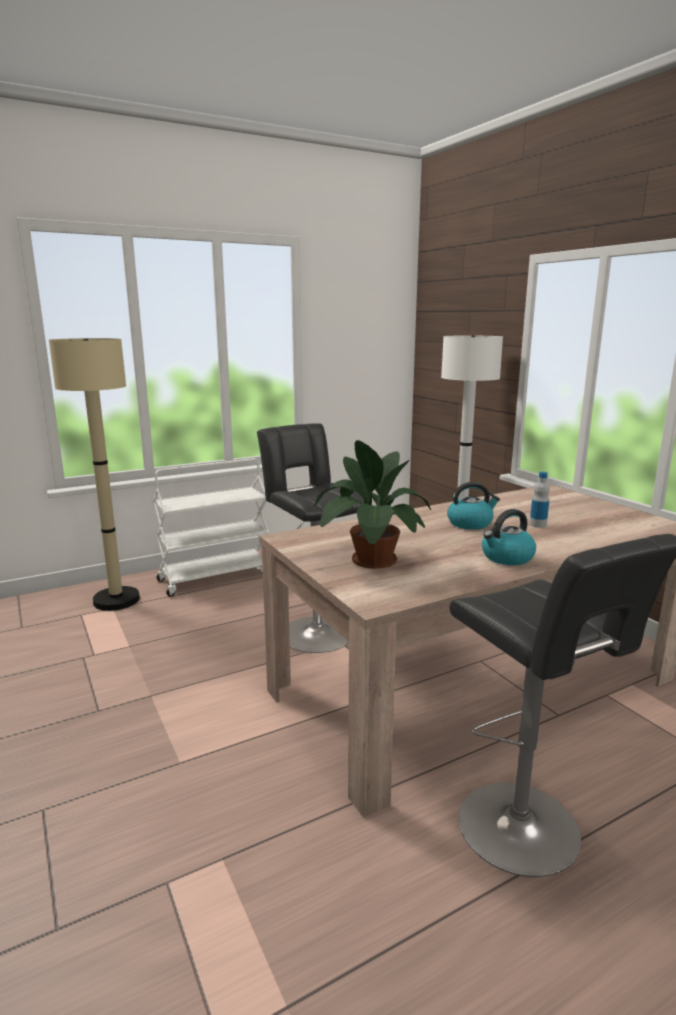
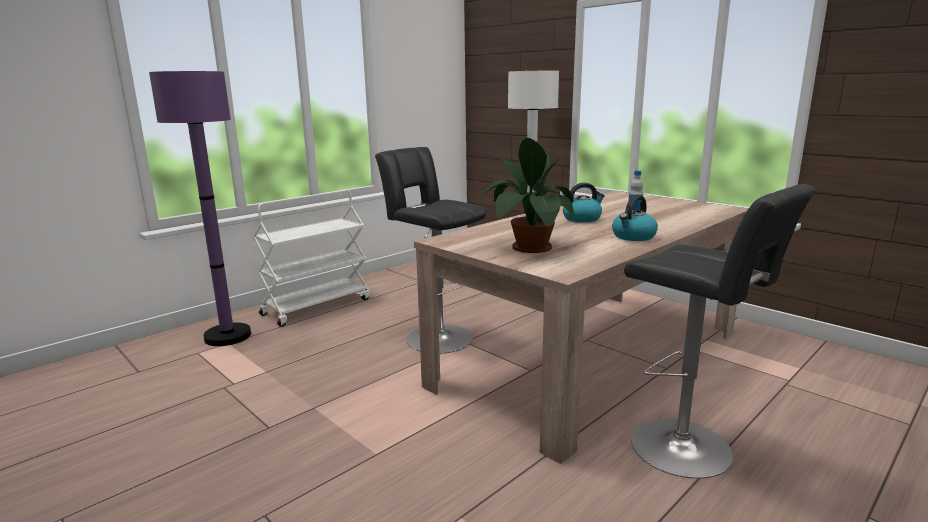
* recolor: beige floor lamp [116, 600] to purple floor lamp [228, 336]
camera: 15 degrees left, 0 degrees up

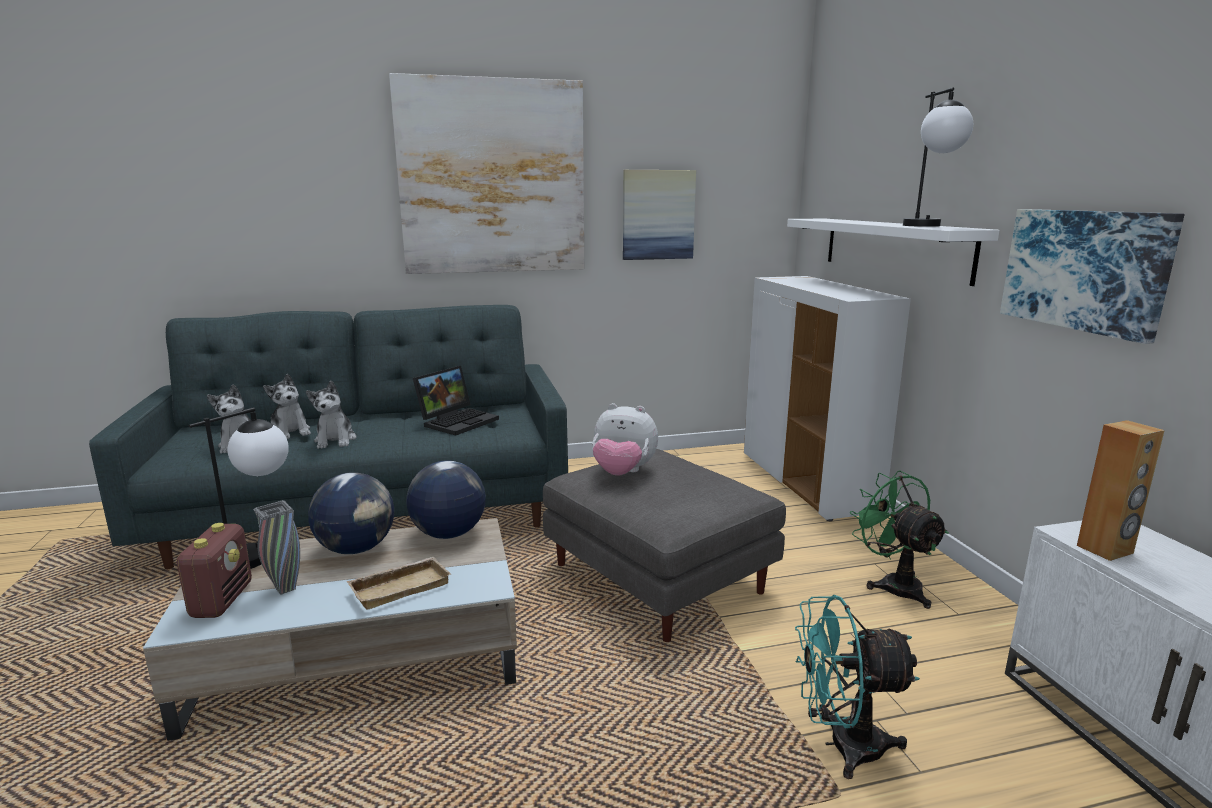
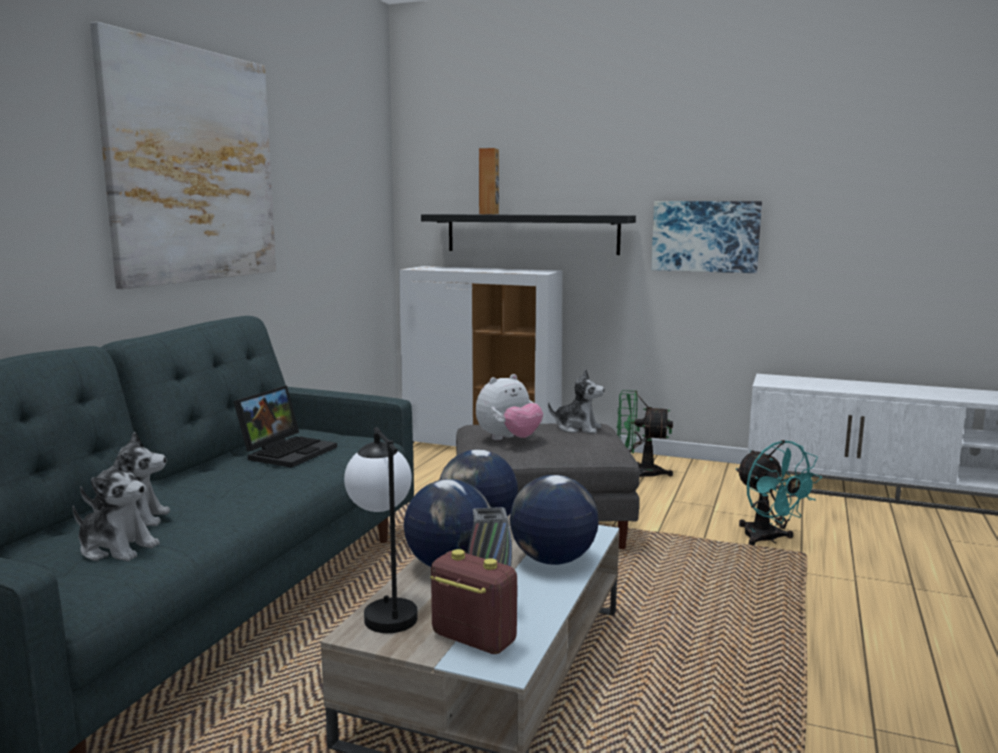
* delete: table lamp [928, 226]
* delete: picture [658, 215]
* recolor: white shelf [893, 247] to black shelf [531, 233]
* rotate: laptop [458, 421] = [288, 451] 45 degrees clockwise
* move: plush toy [335, 440] to [577, 428]
* move: brown speaker [1105, 550] to [489, 214]
* replace: beige tray [400, 587] to globe [552, 560]
* rotate: turquoise fan [841, 745] = [768, 539] 60 degrees counterclockwise
camera: 55 degrees left, 5 degrees down

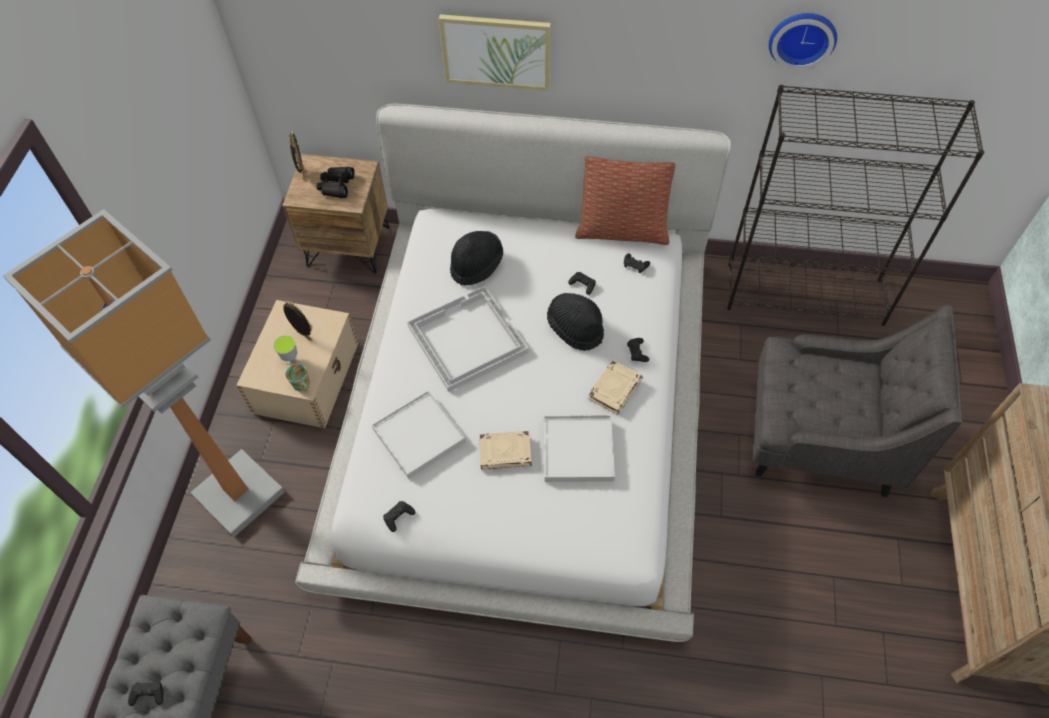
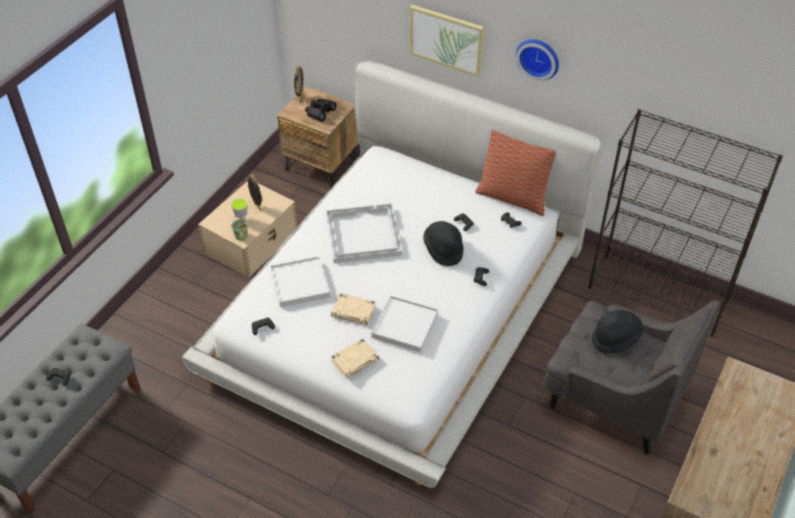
* move: wall clock [802, 37] to [539, 57]
* delete: floor lamp [239, 492]
* move: black hat [476, 265] to [615, 338]
* move: beige book [615, 388] to [355, 360]
camera: 20 degrees right, 10 degrees down

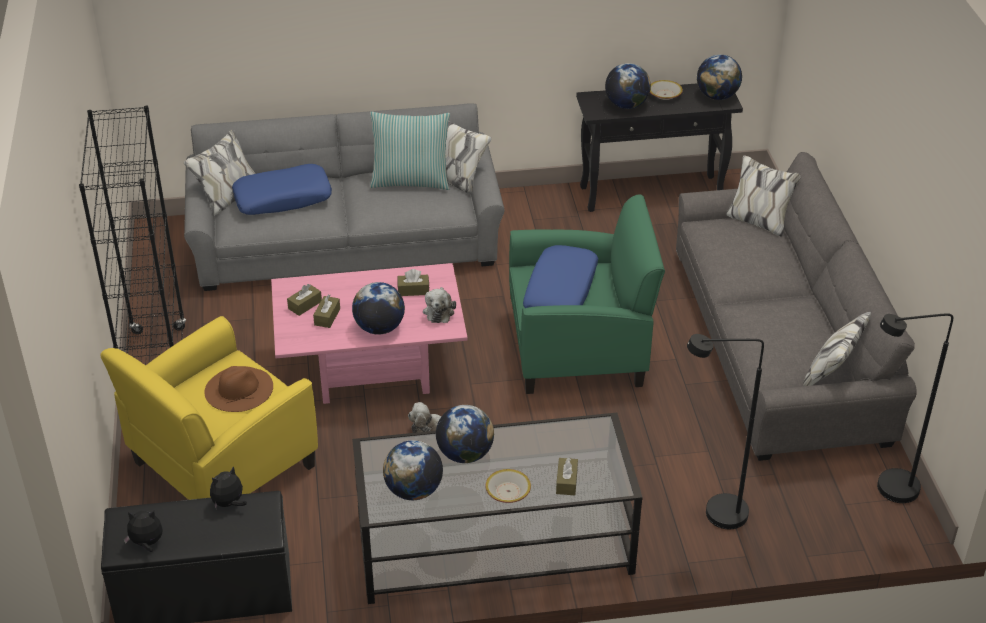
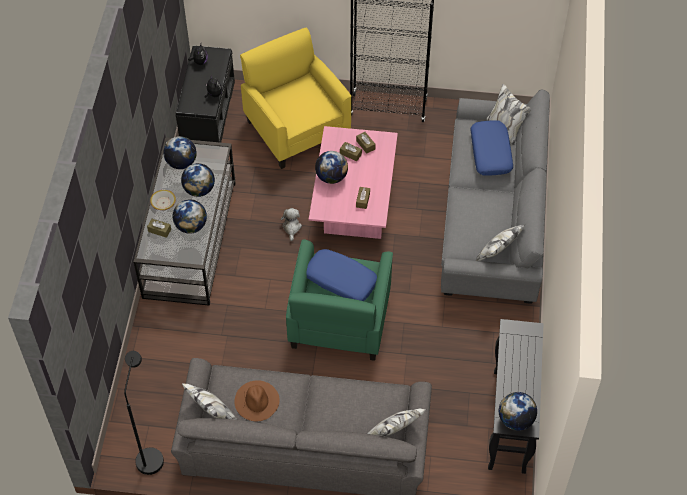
* move: globe [626, 105] to [191, 226]
* delete: bowl [665, 95]
* delete: pillow [410, 181]
* delete: plush toy [439, 311]
* delete: black floor lamp [714, 515]
* move: brown hat [239, 389] to [257, 400]
camera: 105 degrees right, 15 degrees up

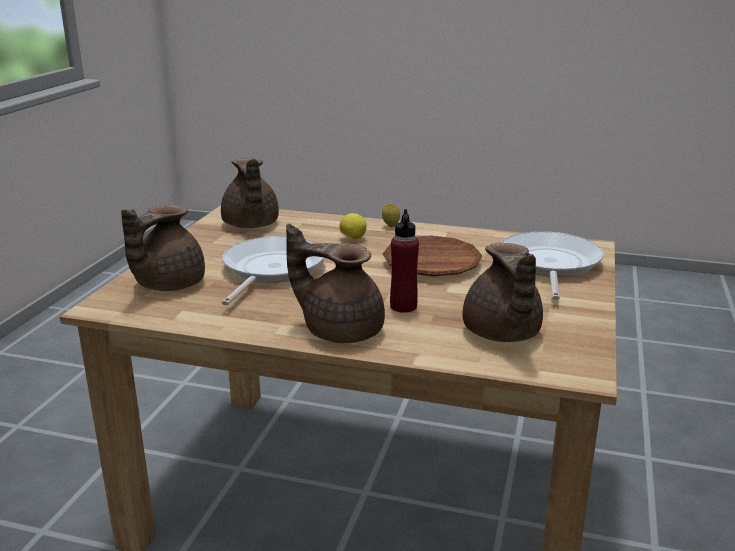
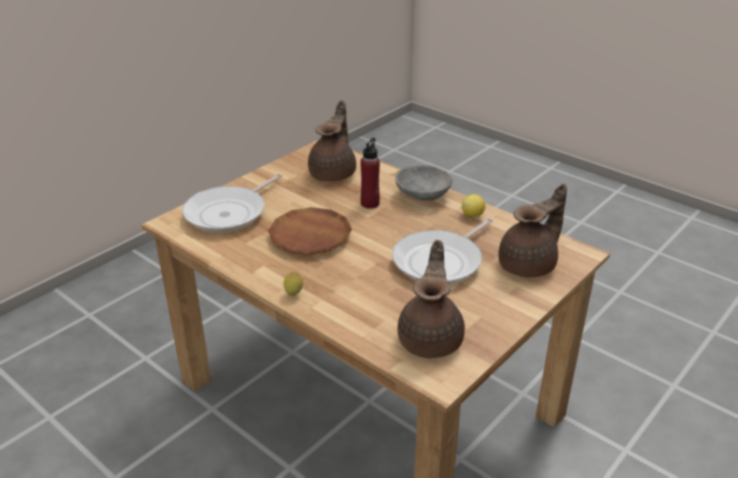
* move: lemon [352, 238] to [472, 215]
* replace: brown teapot [340, 330] to grey bowl [422, 196]
camera: 155 degrees left, 10 degrees up

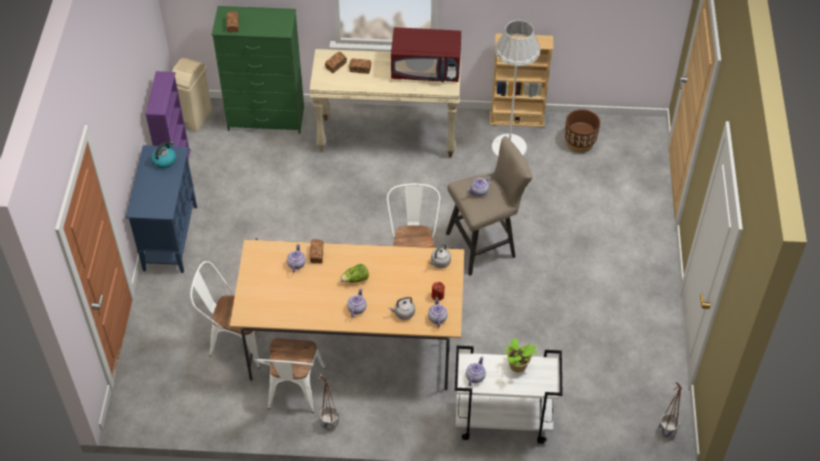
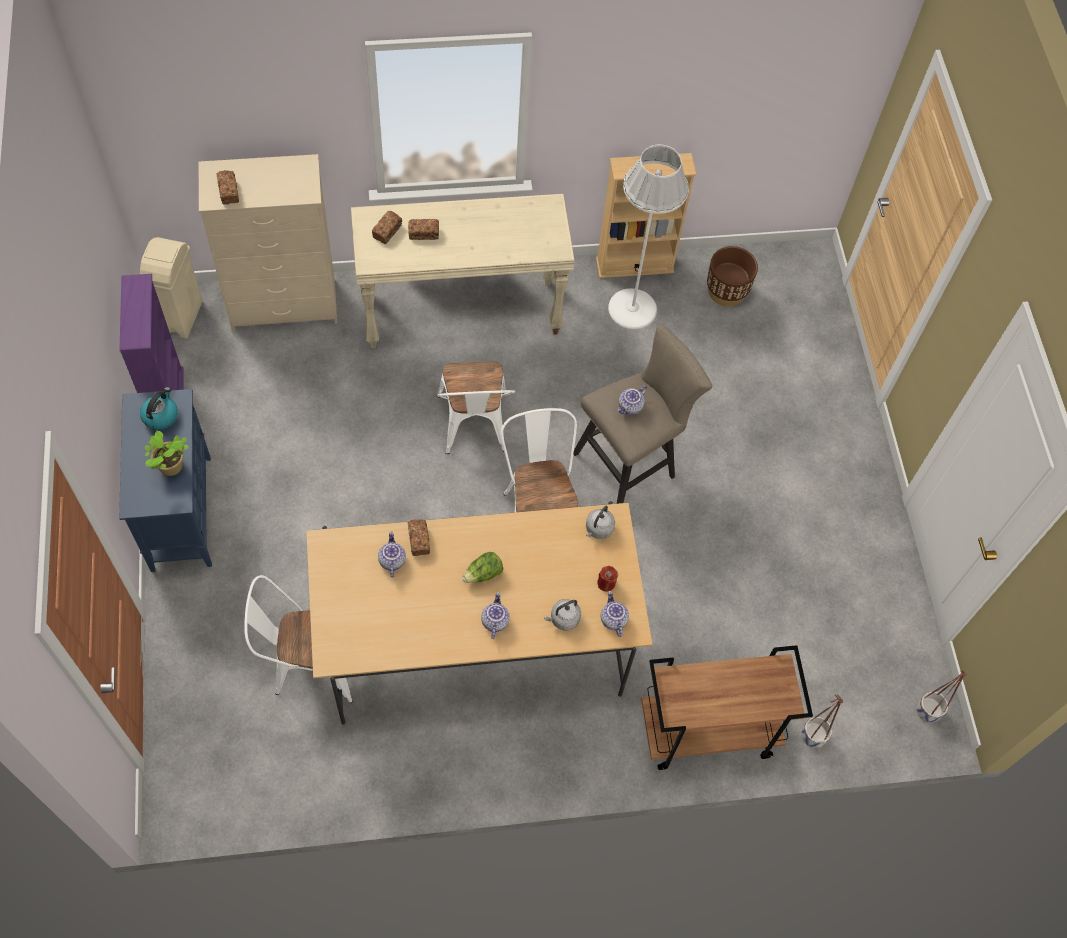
* recolor: green dresser [267, 119] to beige dresser [285, 305]
* delete: red microwave [426, 69]
* move: white chair [293, 392] to [473, 429]
* move: potted plant [517, 367] to [171, 468]
* recolor: white cart [502, 421] to brown cart [706, 732]
* delete: teapot [475, 376]
* move: planter [329, 423] to [813, 737]
camera: 15 degrees left, 10 degrees up

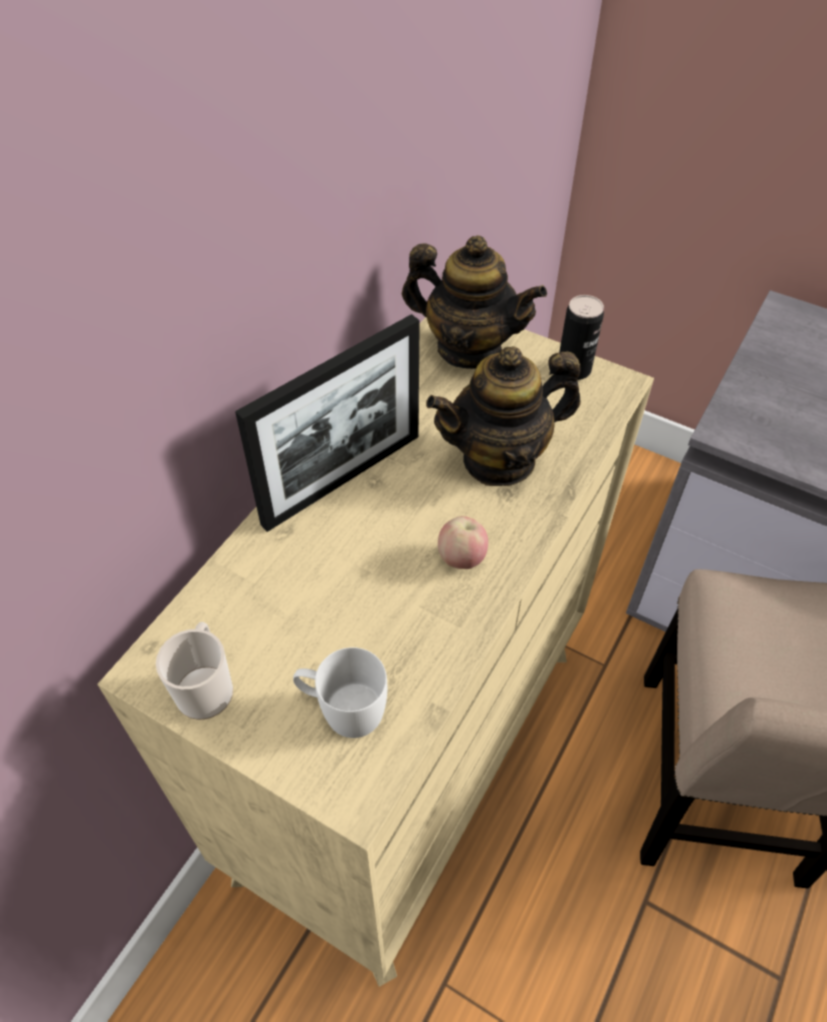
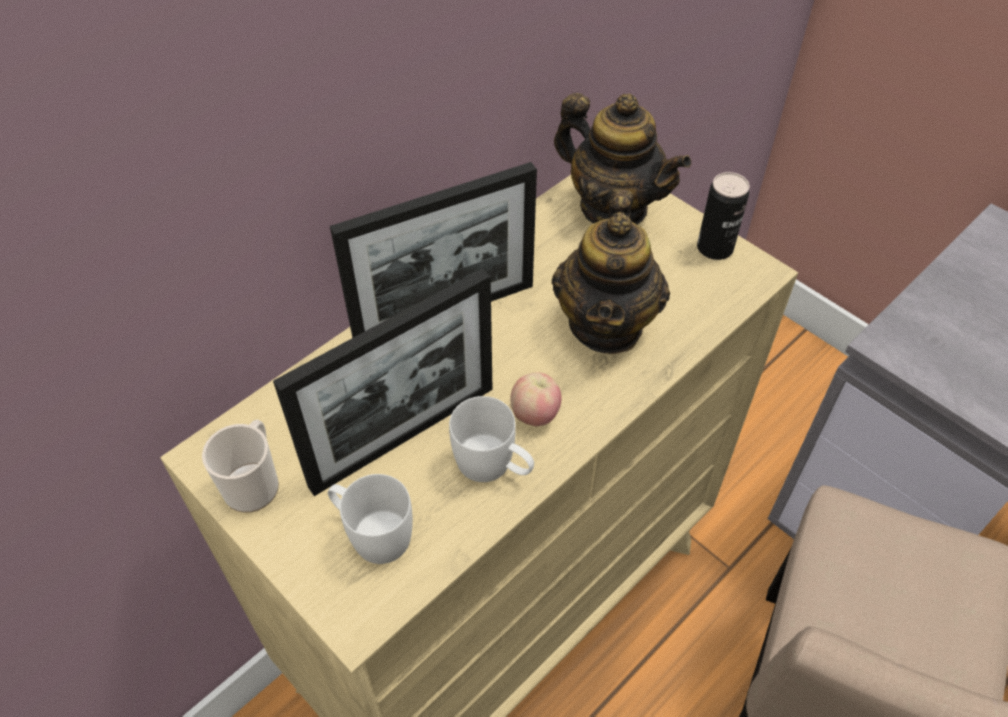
* rotate: teapot [499, 459] = [606, 324] 75 degrees counterclockwise
* insert: picture frame [403, 436]
* insert: white mug [494, 466]
camera: 15 degrees right, 0 degrees up

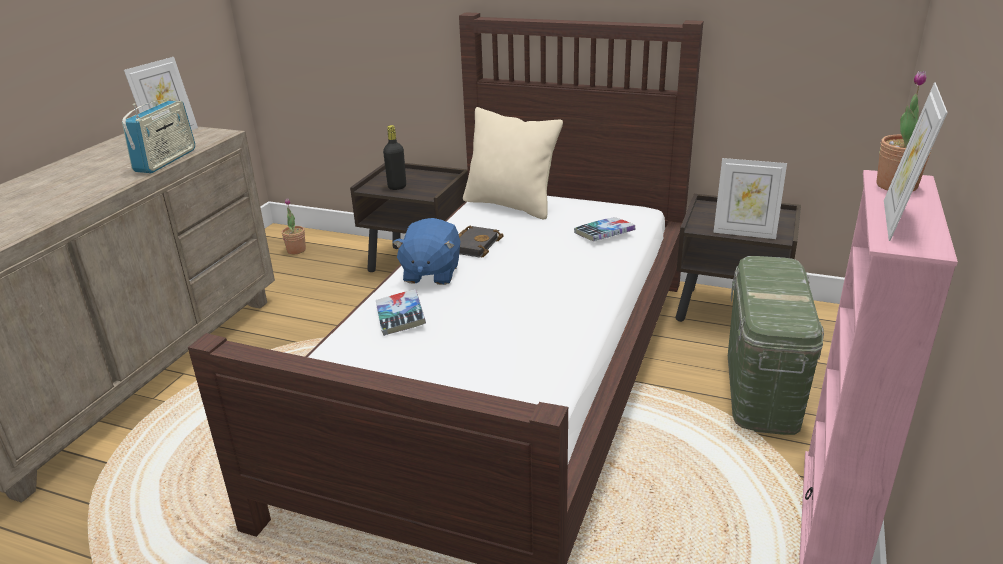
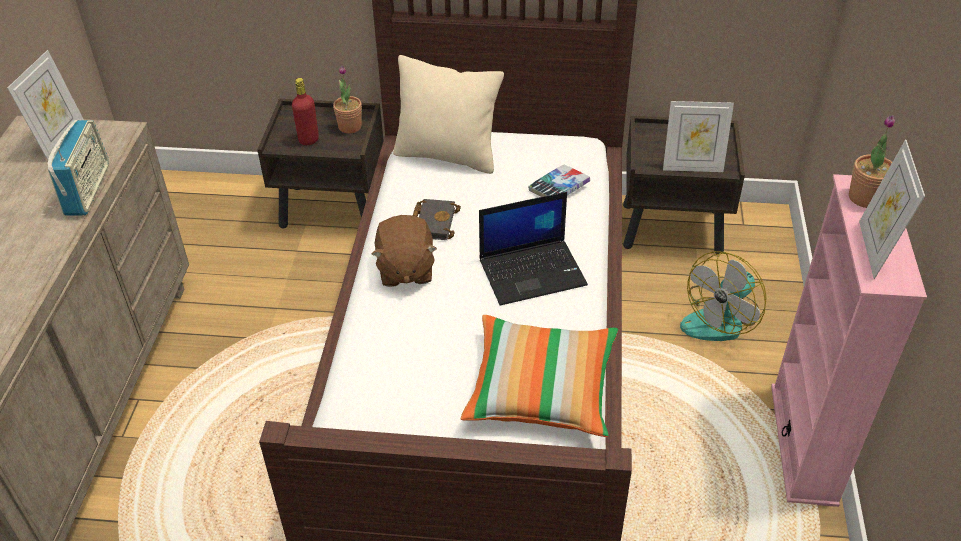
* recolor: black bottle [397, 187] to red bottle [308, 140]
* move: potted plant [296, 250] to [350, 127]
* recolor: blue plush toy [430, 273] to brown plush toy [405, 269]
* replace: green storage box [762, 388] to fan [721, 319]
* delete: book [400, 318]
* insert: laptop [533, 271]
* insert: pillow [541, 389]
camera: 15 degrees left, 15 degrees up

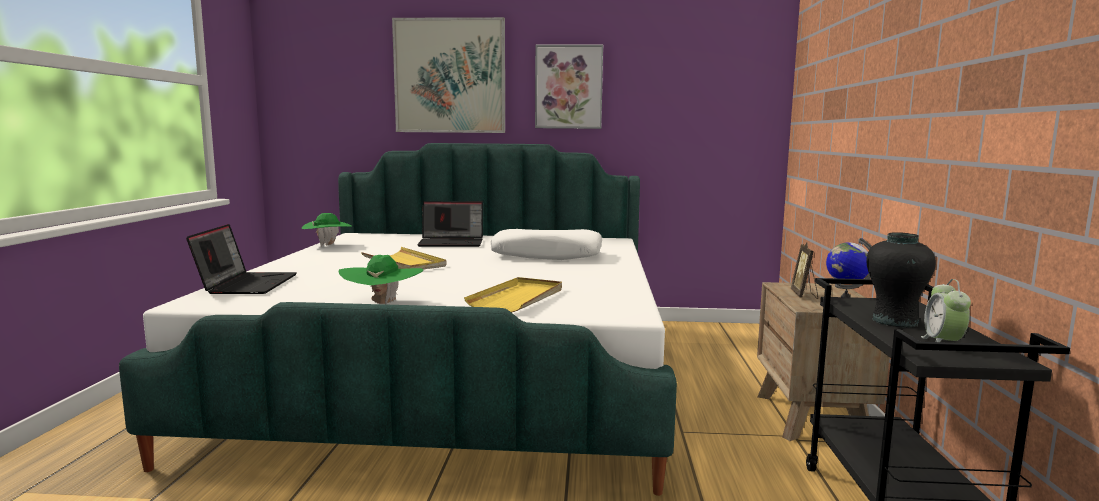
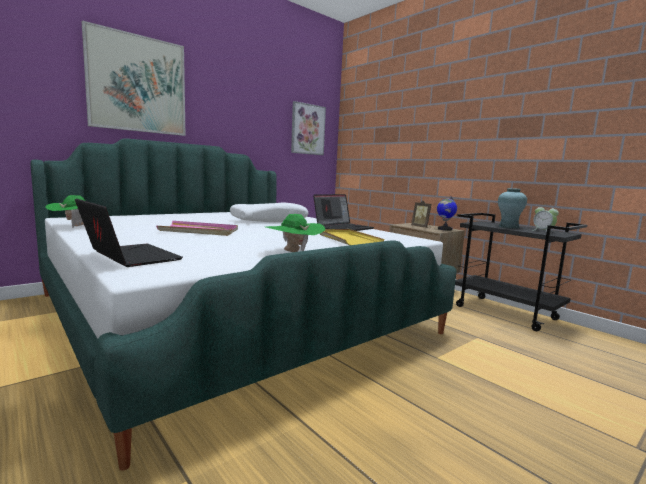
* move: picture [568, 87] to [307, 129]
* move: laptop [452, 243] to [343, 228]
* recolor: black vase [894, 321] to turquoise vase [509, 227]
* recolor: yellow tray [404, 263] to pink tray [199, 231]
camera: 45 degrees left, 0 degrees up

